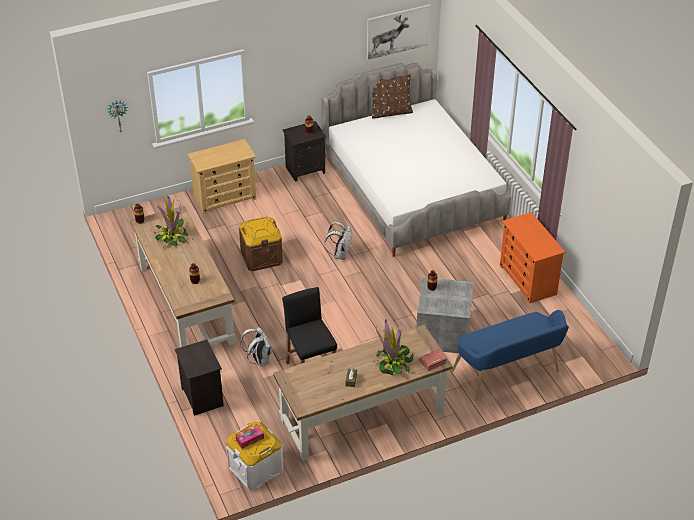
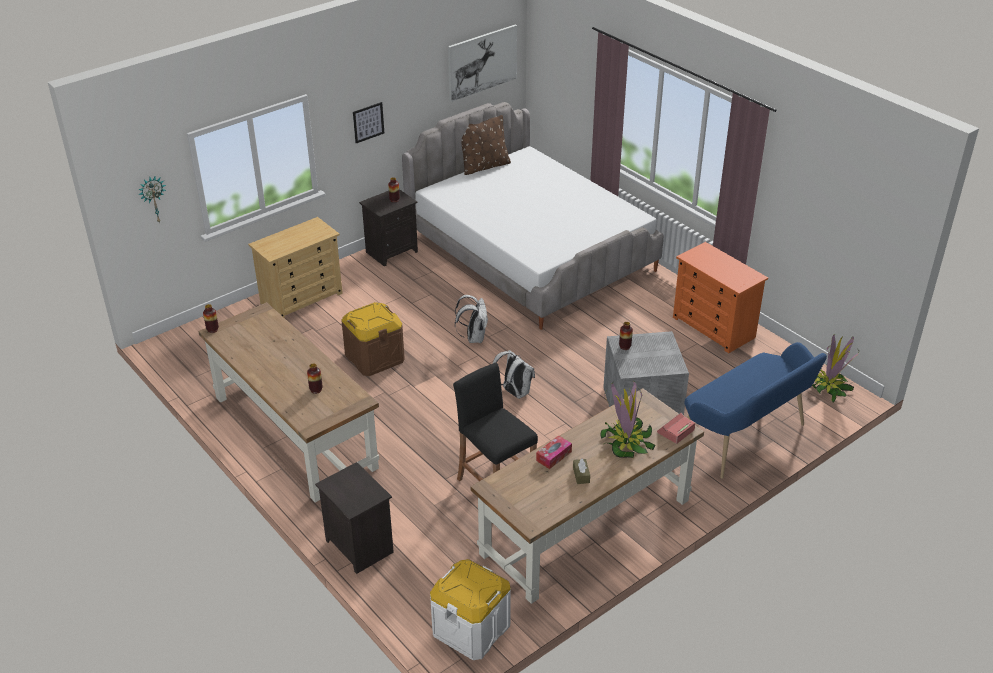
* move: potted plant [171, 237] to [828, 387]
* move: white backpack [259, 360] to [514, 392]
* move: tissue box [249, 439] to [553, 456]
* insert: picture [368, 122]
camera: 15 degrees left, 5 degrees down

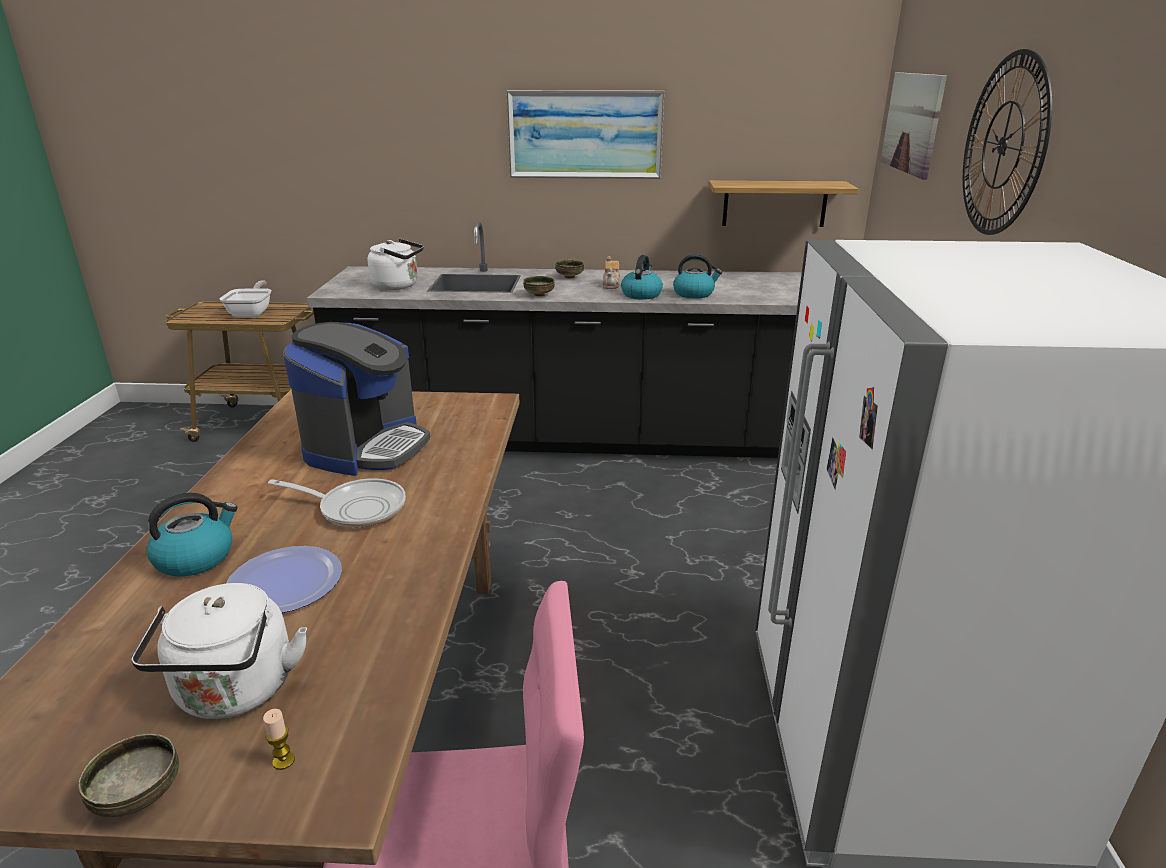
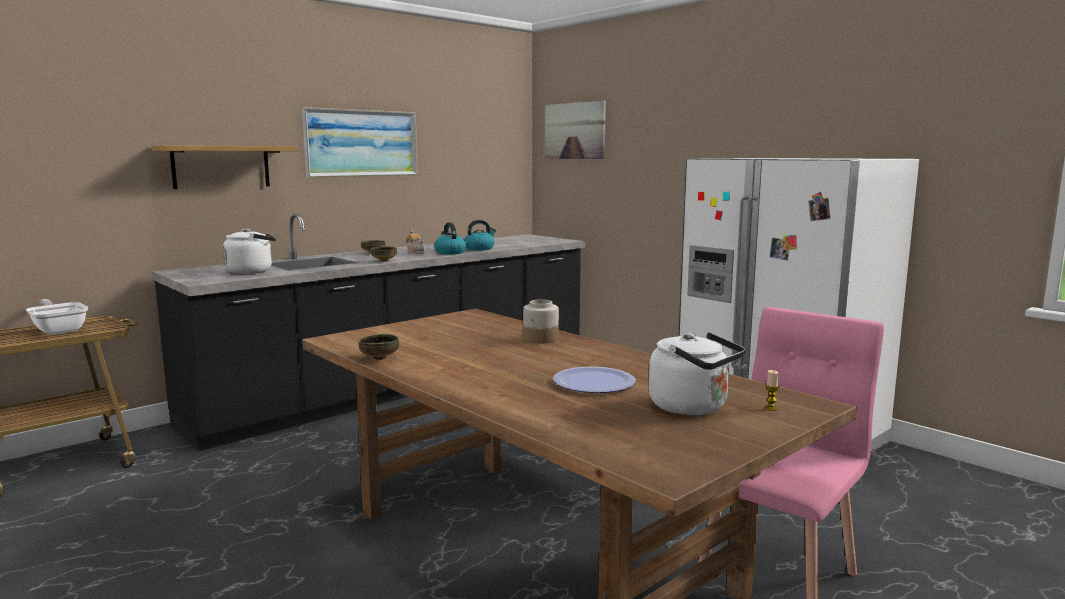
* delete: wall clock [1003, 145]
* move: shelf [774, 203] to [221, 167]
* delete: coffee machine [366, 447]
* delete: frying pan [356, 508]
* delete: kettle [196, 557]
* move: bowl [138, 797] to [380, 358]
* insert: jar [541, 339]
camera: 45 degrees left, 15 degrees down

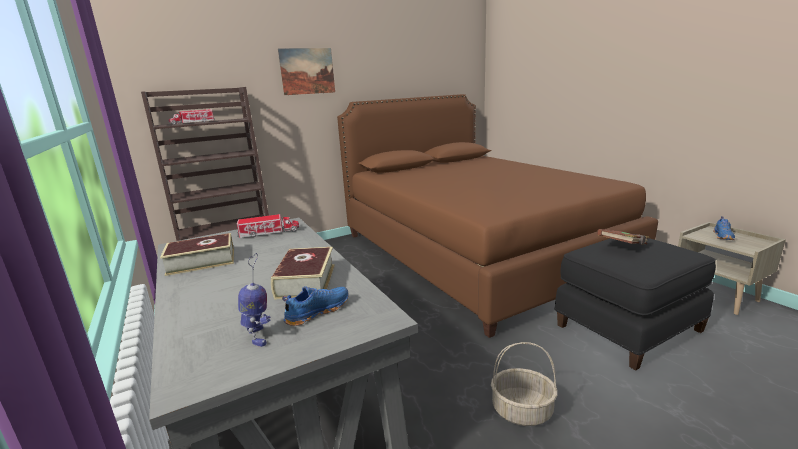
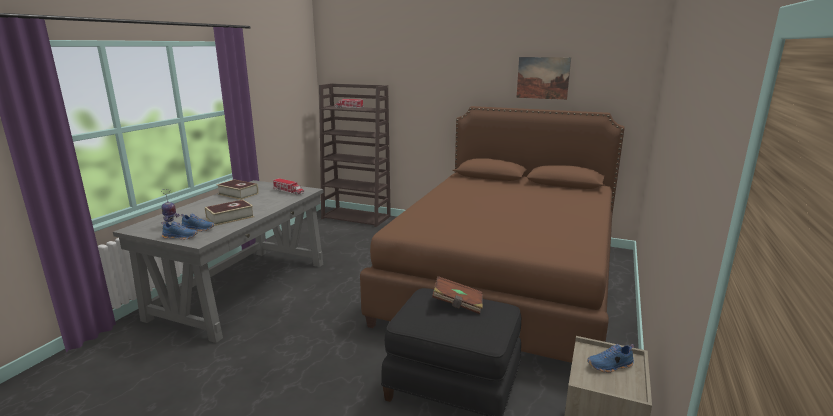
* move: picture [307, 71] to [543, 78]
* delete: basket [521, 411]
* insert: blue shoe [181, 237]
camera: 50 degrees right, 0 degrees up

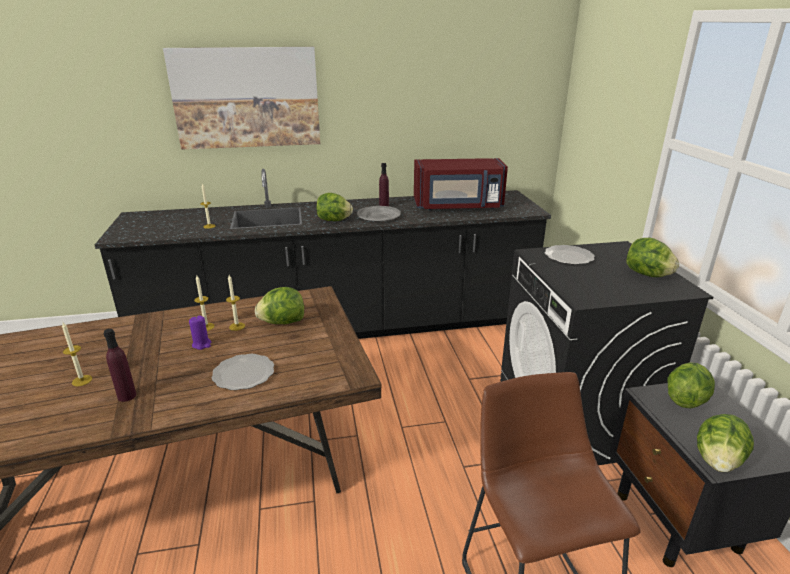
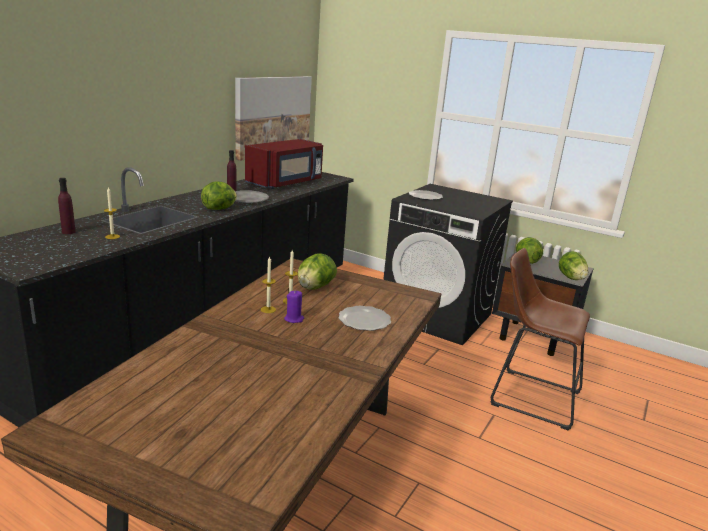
* move: picture [246, 98] to [273, 115]
* delete: lettuce [647, 274]
* delete: candle [82, 380]
* move: purple bottle [127, 396] to [68, 232]
camera: 50 degrees left, 5 degrees down

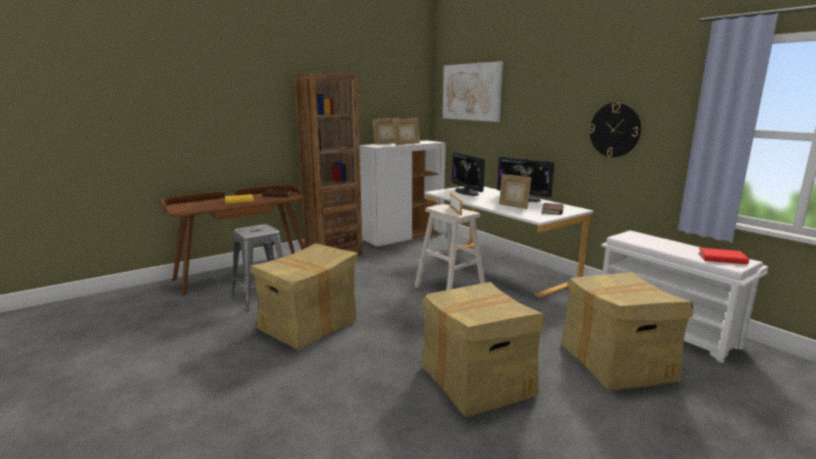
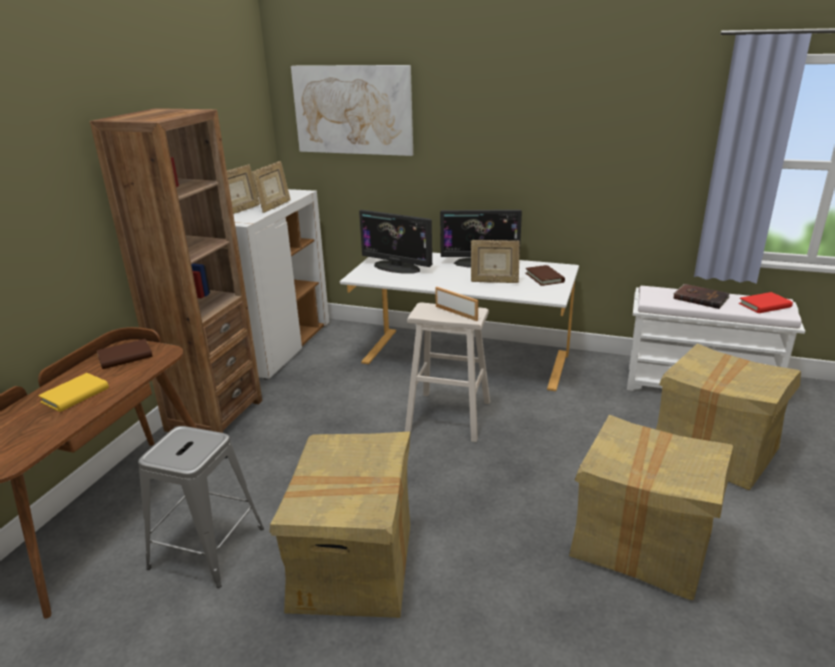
* delete: wall clock [614, 130]
* insert: brown book [700, 298]
camera: 35 degrees left, 10 degrees up

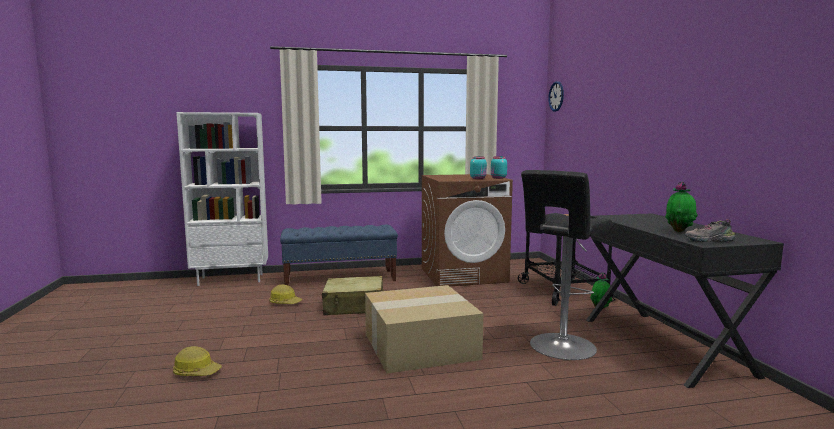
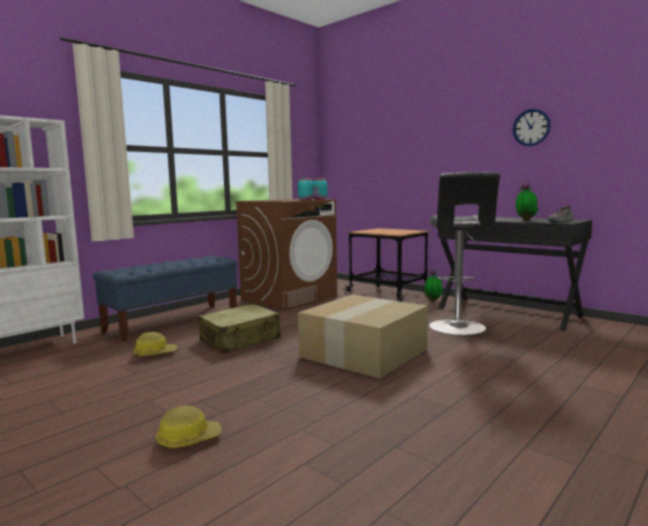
* move: wall clock [556, 96] to [531, 127]
camera: 35 degrees left, 0 degrees up

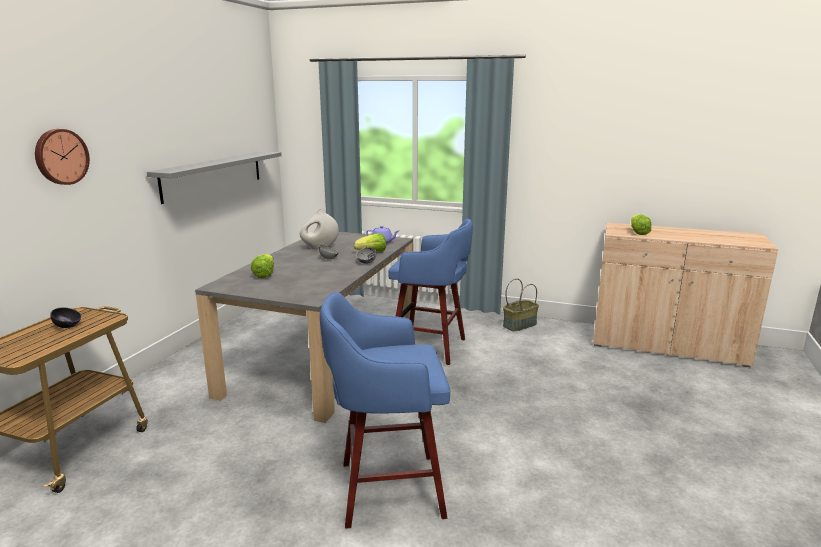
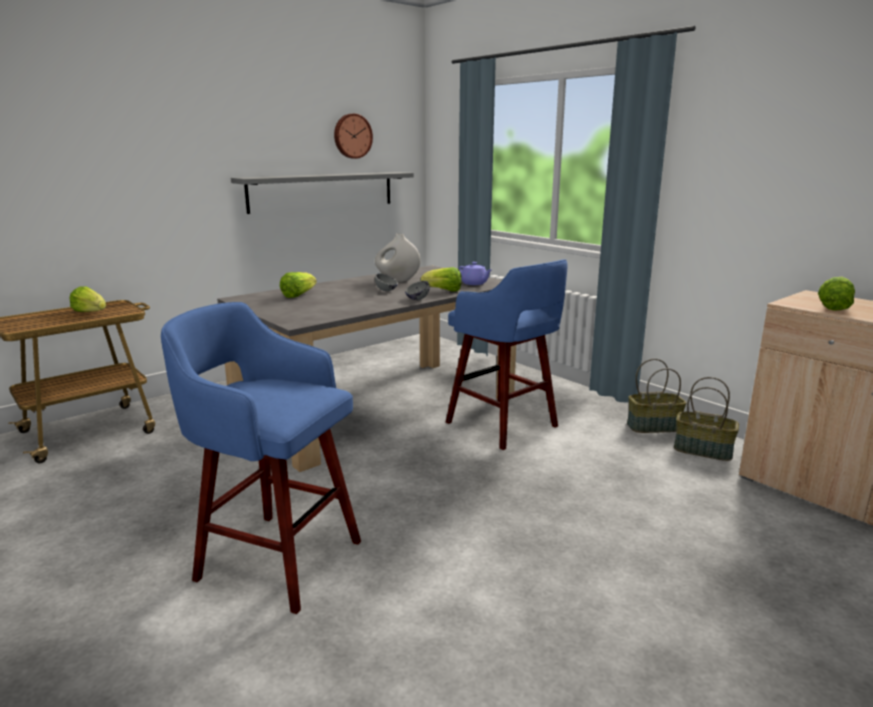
* move: wall clock [60, 156] to [352, 136]
* replace: black bowl [68, 326] to lettuce [90, 313]
* insert: basket [703, 450]
camera: 30 degrees right, 0 degrees up

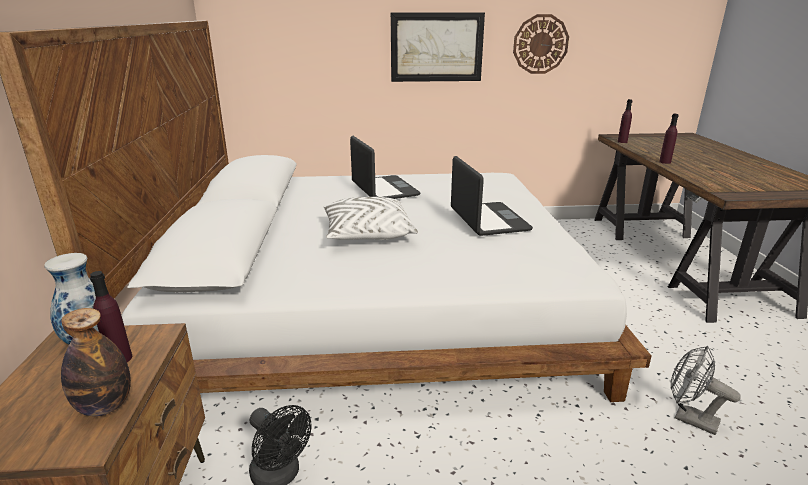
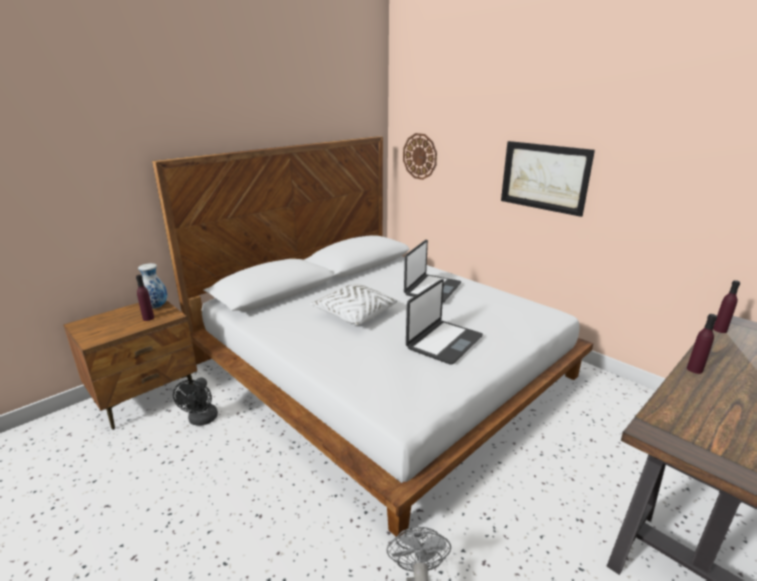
* move: wall clock [540, 44] to [420, 156]
* delete: bottle [105, 406]
camera: 50 degrees right, 0 degrees up

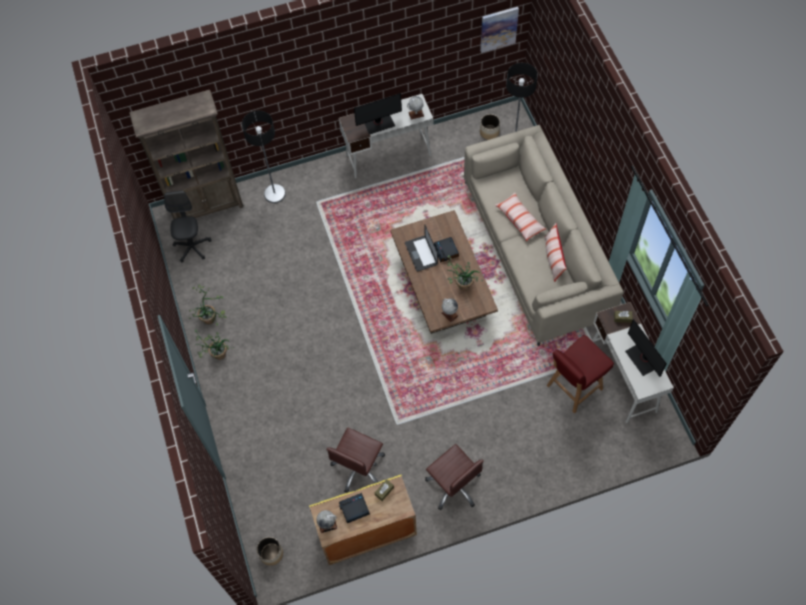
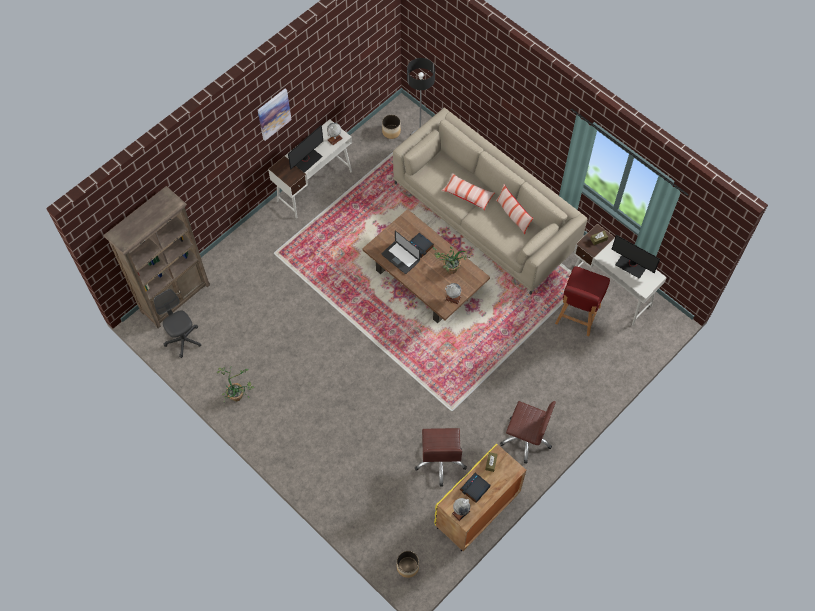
* move: picture [498, 29] to [273, 114]
* delete: floor lamp [274, 193]
* delete: potted plant [216, 354]
camera: 30 degrees left, 0 degrees up

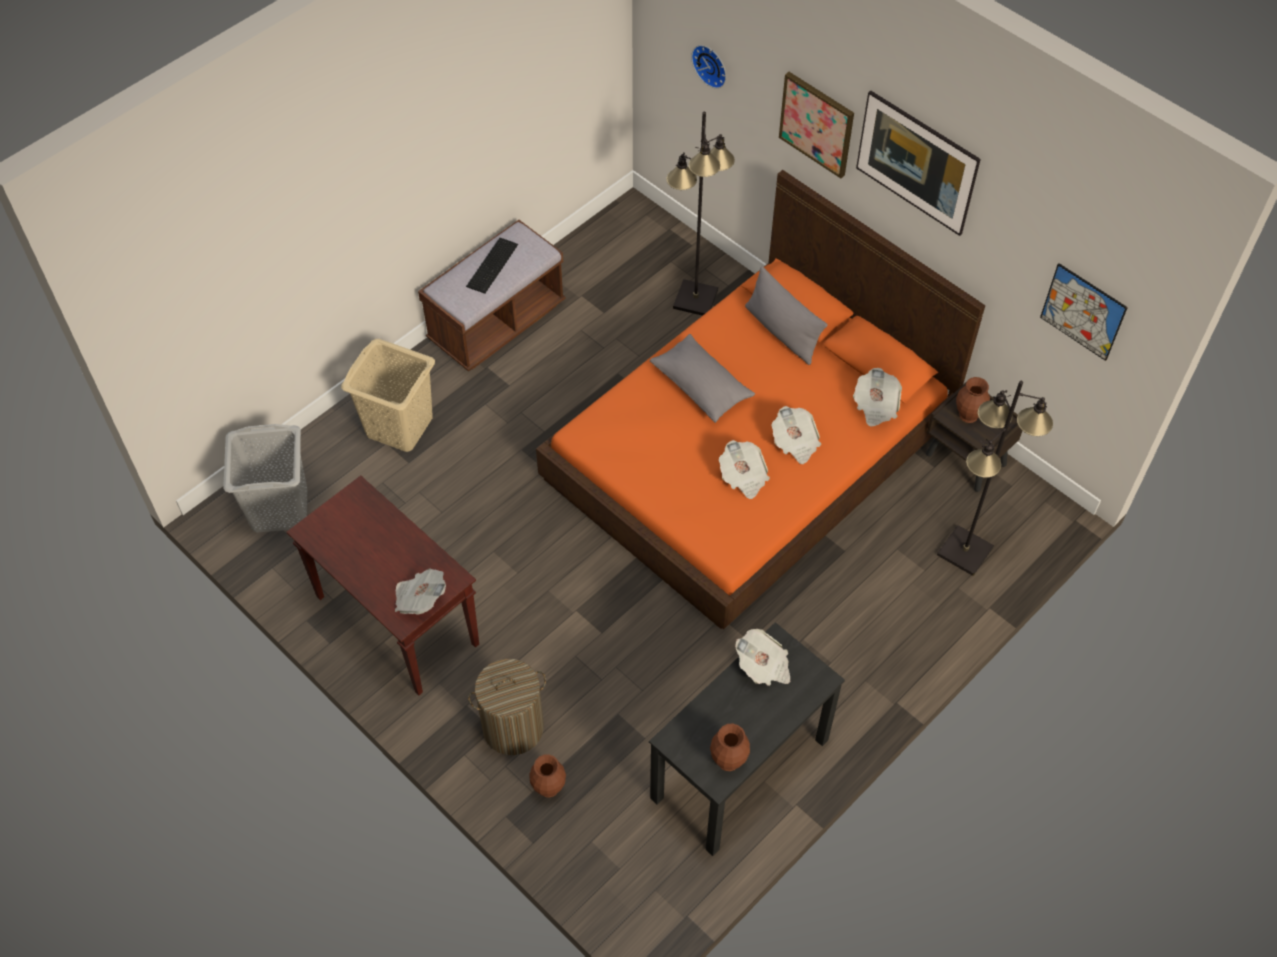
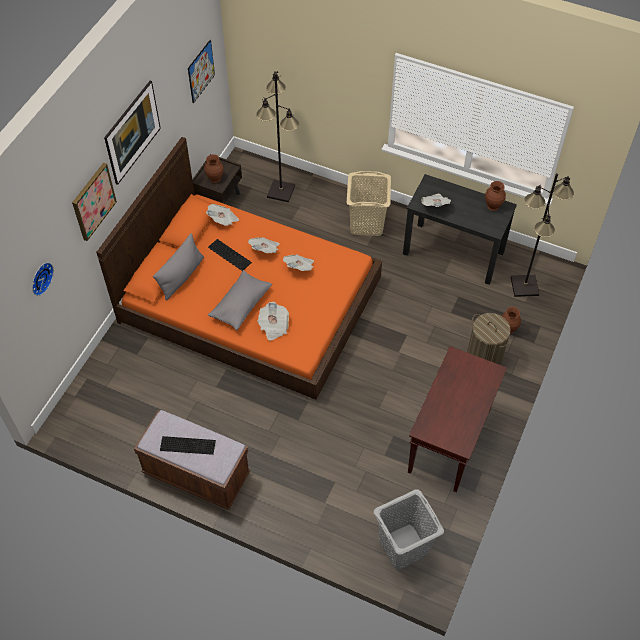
* move: black floor lamp [694, 299] to [525, 286]
* move: beige laundry basket [399, 425] to [366, 224]
* move: newspaper [420, 599] to [273, 326]
* insert: keyboard [230, 254]
camera: 110 degrees left, 0 degrees up

